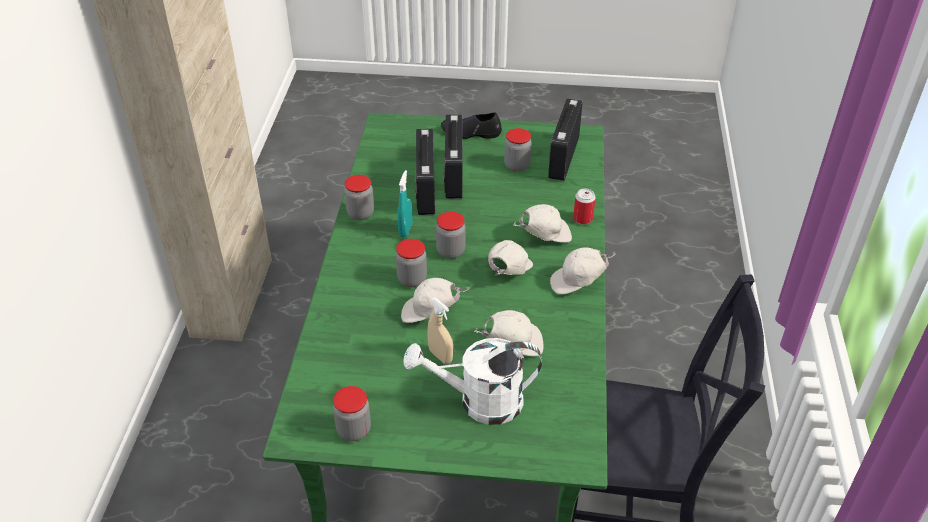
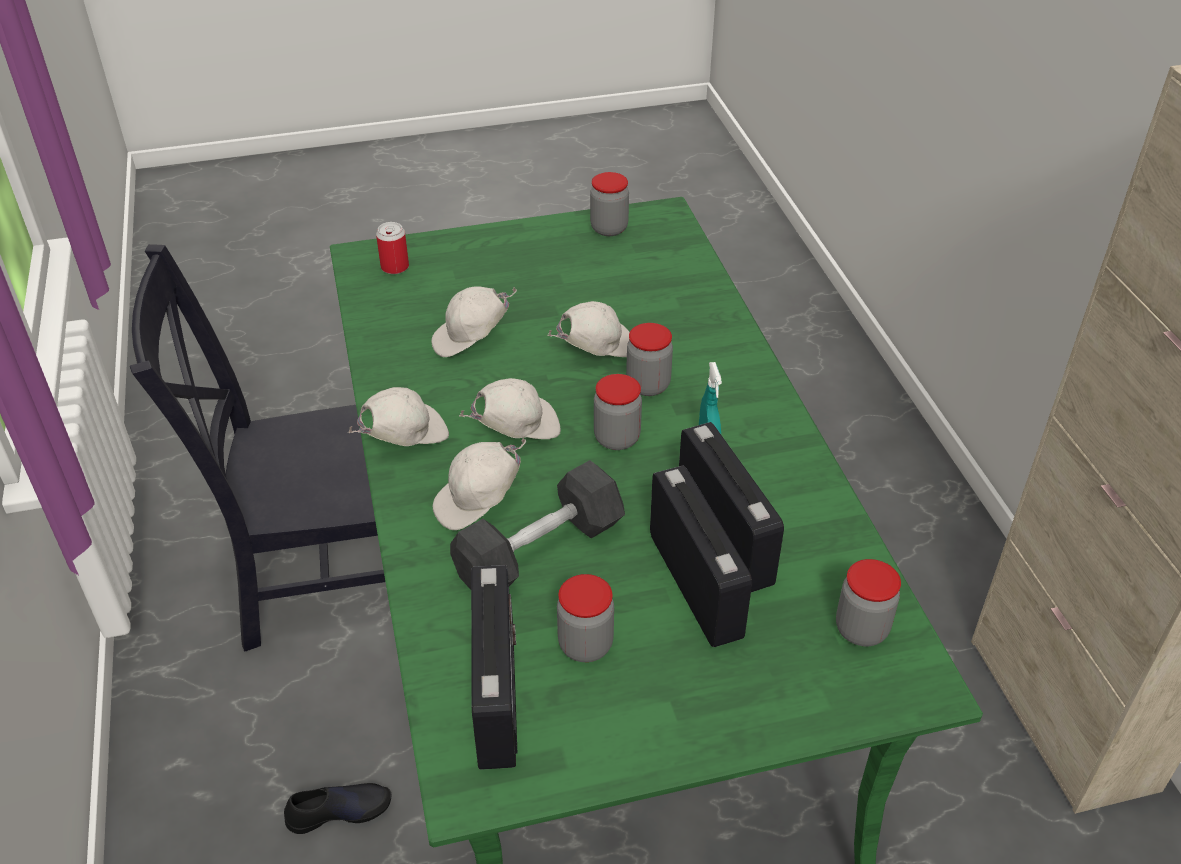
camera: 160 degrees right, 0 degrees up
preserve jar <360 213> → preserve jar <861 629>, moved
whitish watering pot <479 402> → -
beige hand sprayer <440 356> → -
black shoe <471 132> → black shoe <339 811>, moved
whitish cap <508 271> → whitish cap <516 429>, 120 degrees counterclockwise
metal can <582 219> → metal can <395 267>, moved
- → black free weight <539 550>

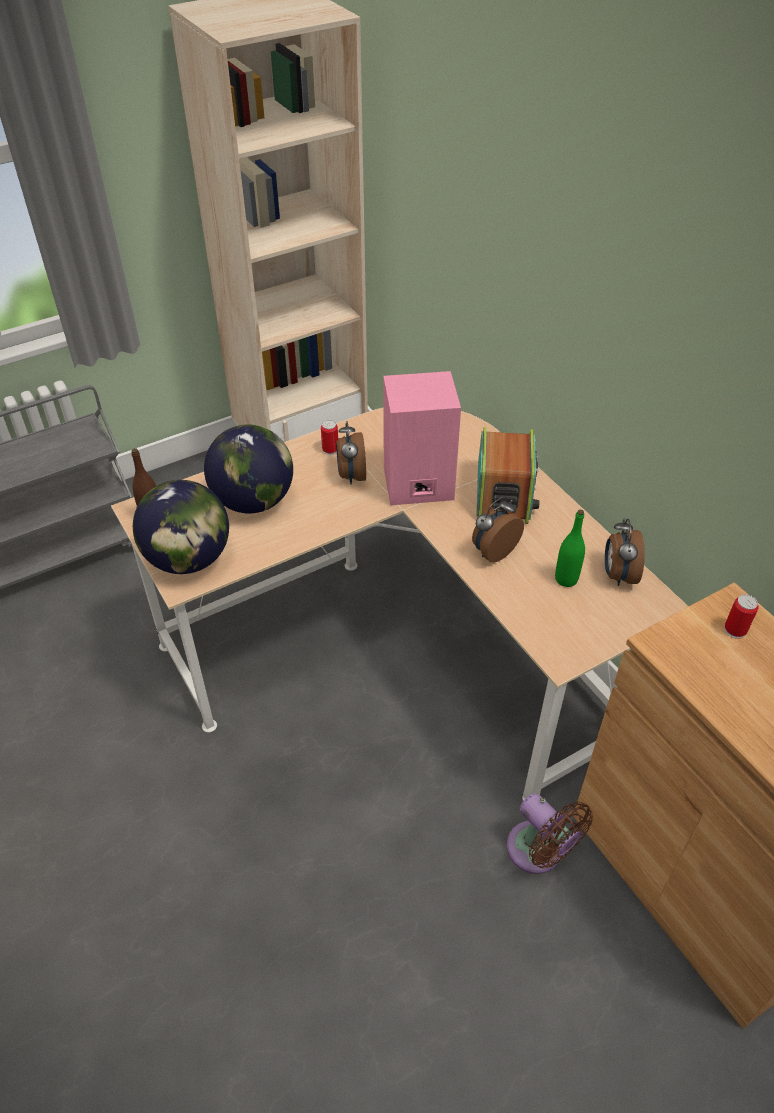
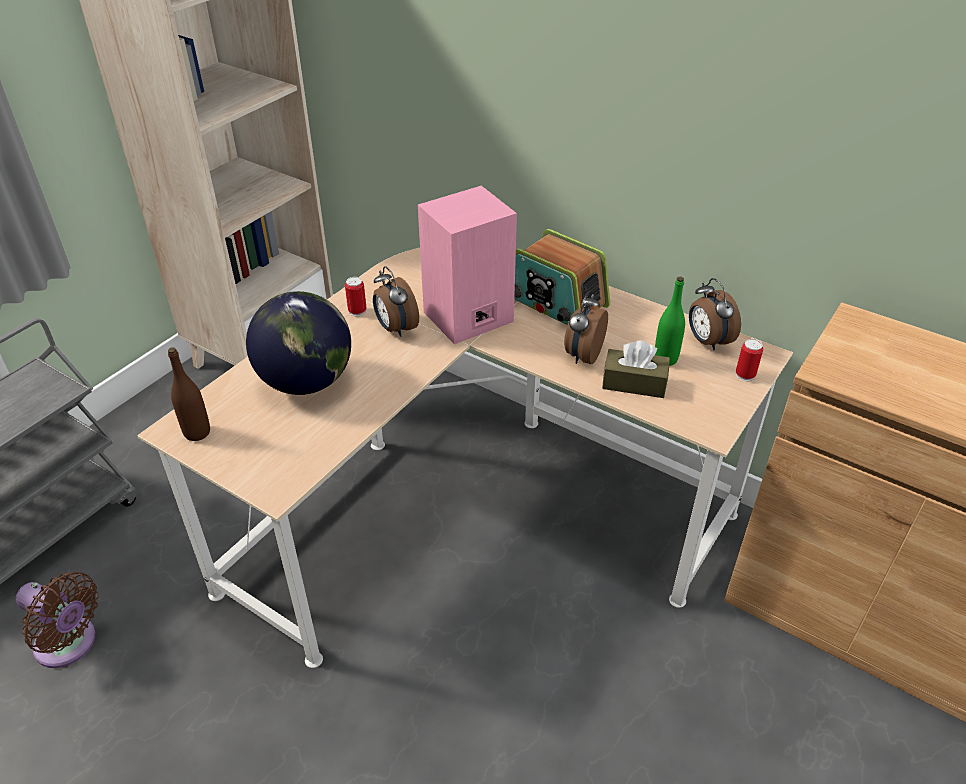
camera: 25 degrees left, 5 degrees down
globe <189 559> → -
radio set <504 492> → radio set <555 301>, 150 degrees clockwise
brown-coloured electric fan <539 852> → brown-coloured electric fan <70 645>, moved
metal can <735 630> → metal can <745 375>, moved
- → brown-coloured box of tissues <634 383>

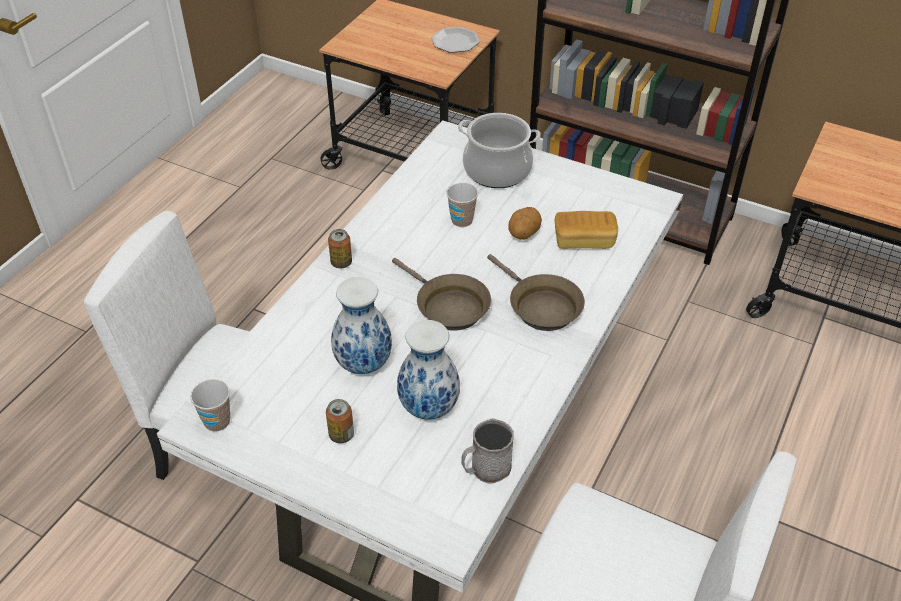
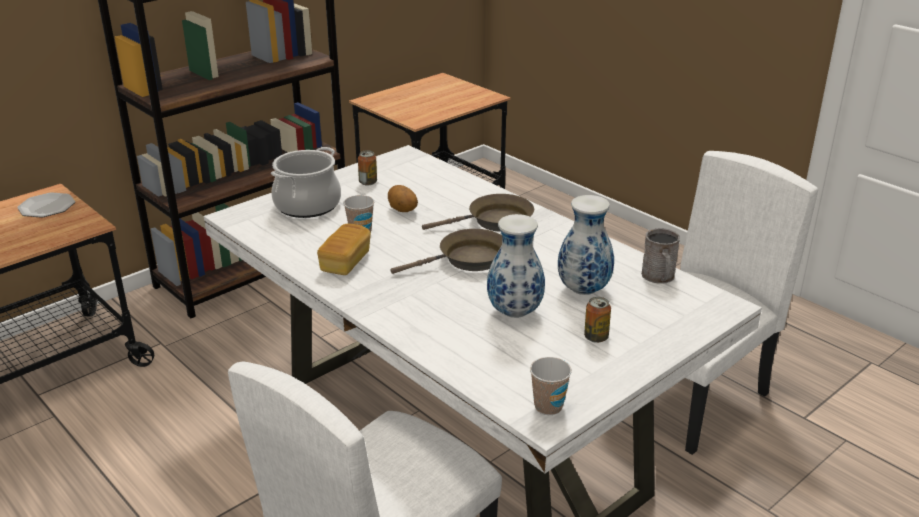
camera: 70 degrees left, 15 degrees down
metal can <341 263> → metal can <368 182>, moved
bakery bread <584 241> → bakery bread <345 262>, moved

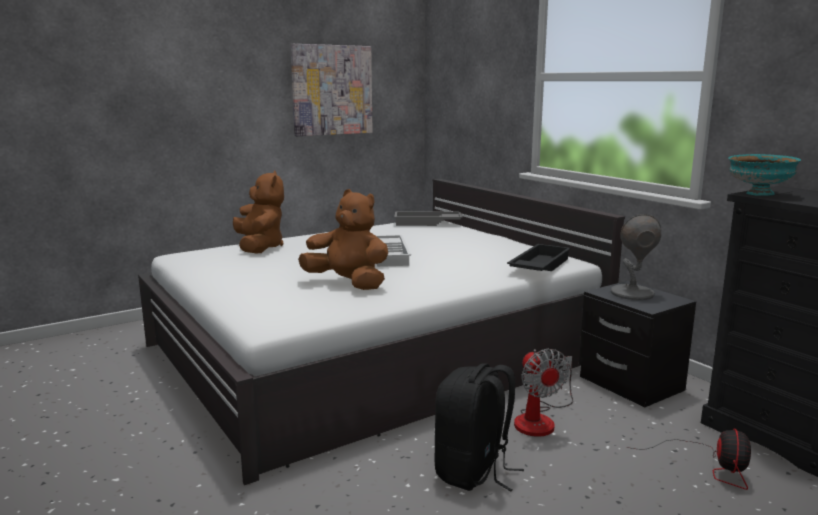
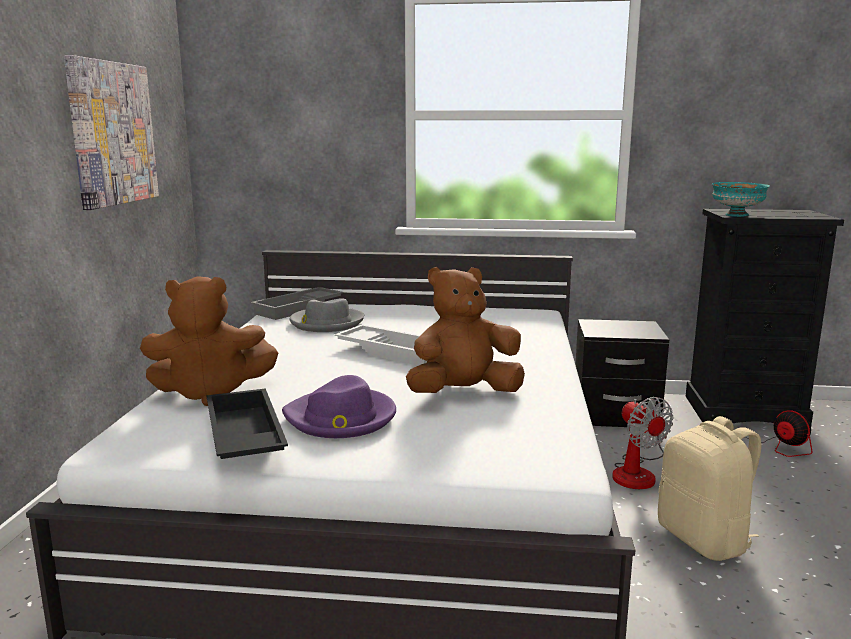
camera: 50 degrees left, 0 degrees up
brown-coloured soft toy <260 247> → brown-coloured soft toy <210 392>, 150 degrees clockwise
black rucksack <473 472> → beige rucksack <704 540>
black serving tray <538 266> → black serving tray <242 436>, moved
electric fan <540 419> → electric fan <637 472>, 45 degrees clockwise
gray lamp for a table <632 293> → -
- → purplish clothing hat <341 418>
- → gray clothing hat <326 323>

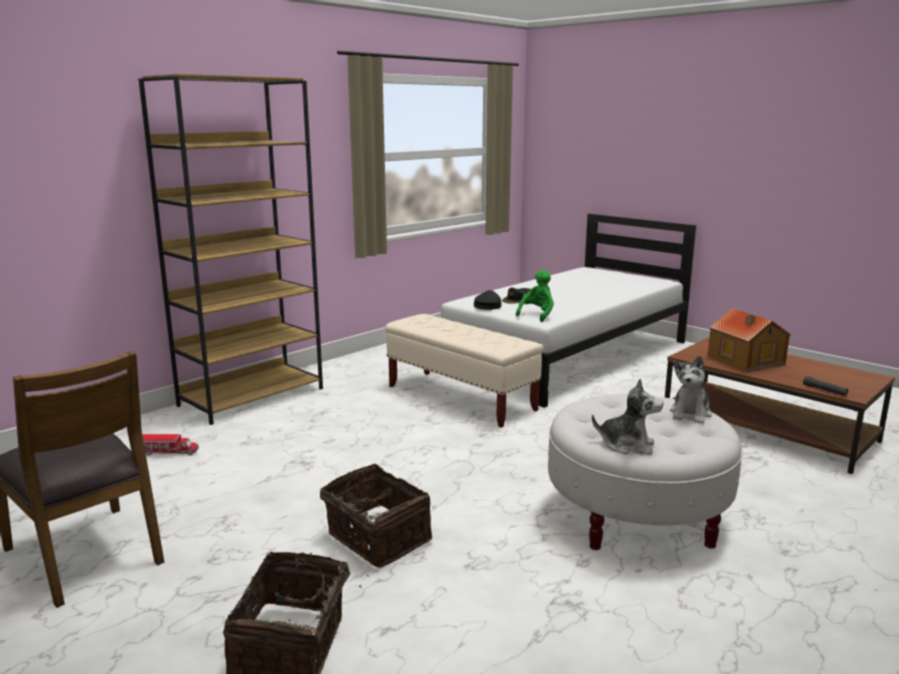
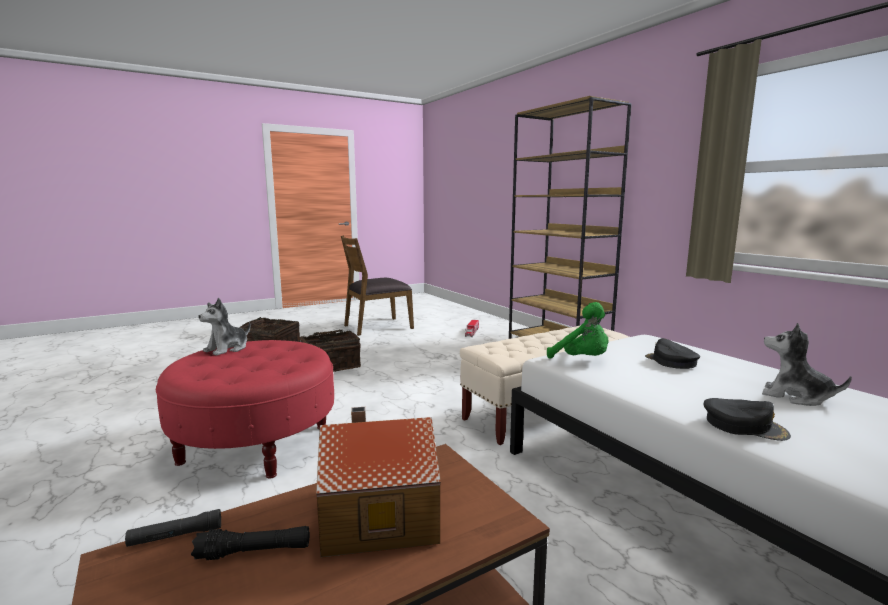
camera: 105 degrees right, 5 degrees down
black cap <487 306> → black cap <744 426>, moved
whitish pouffe <636 516> → red pouffe <255 444>
soft toy <690 414> → soft toy <795 396>, moved
- → black torch <254 552>

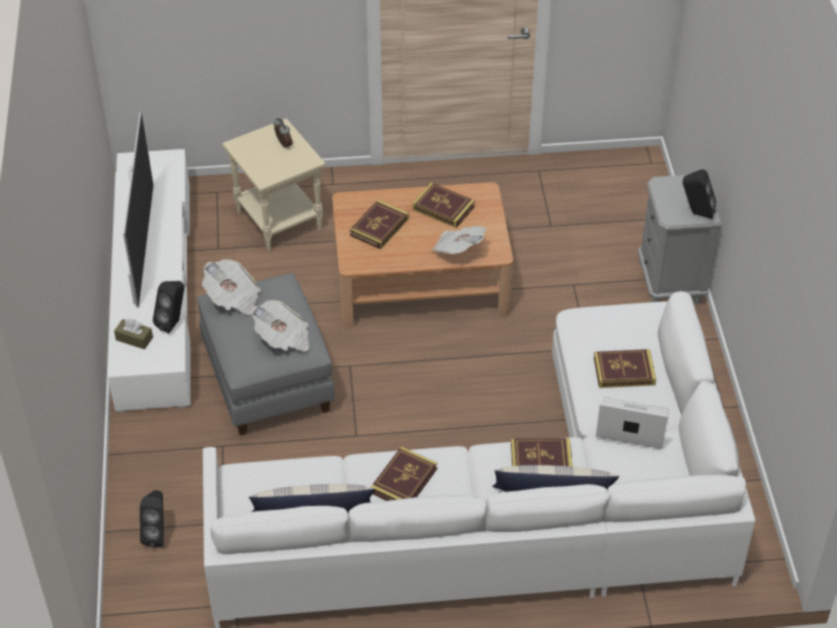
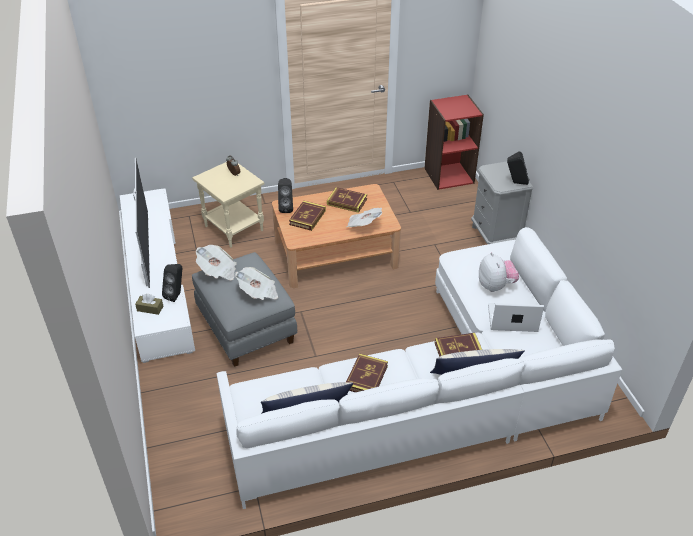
camera: 10 degrees left, 5 degrees down
black loudspeaker <157 534> → black loudspeaker <286 208>, moved
book <624 371> → soft toy <495 286>
- → red shelving unit <448 175>

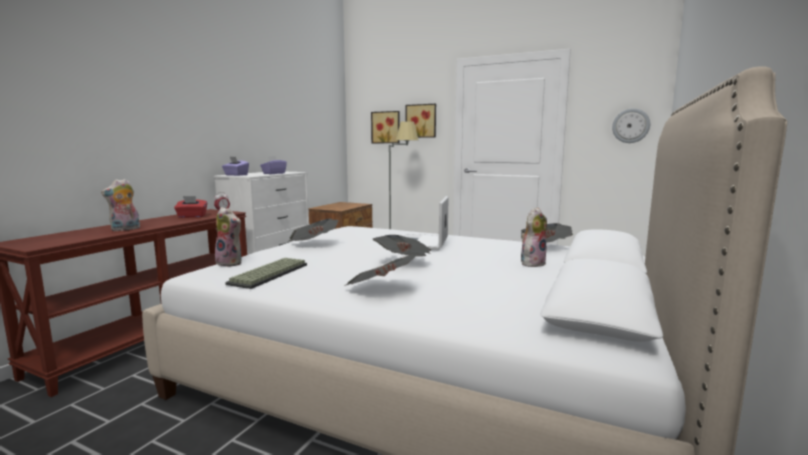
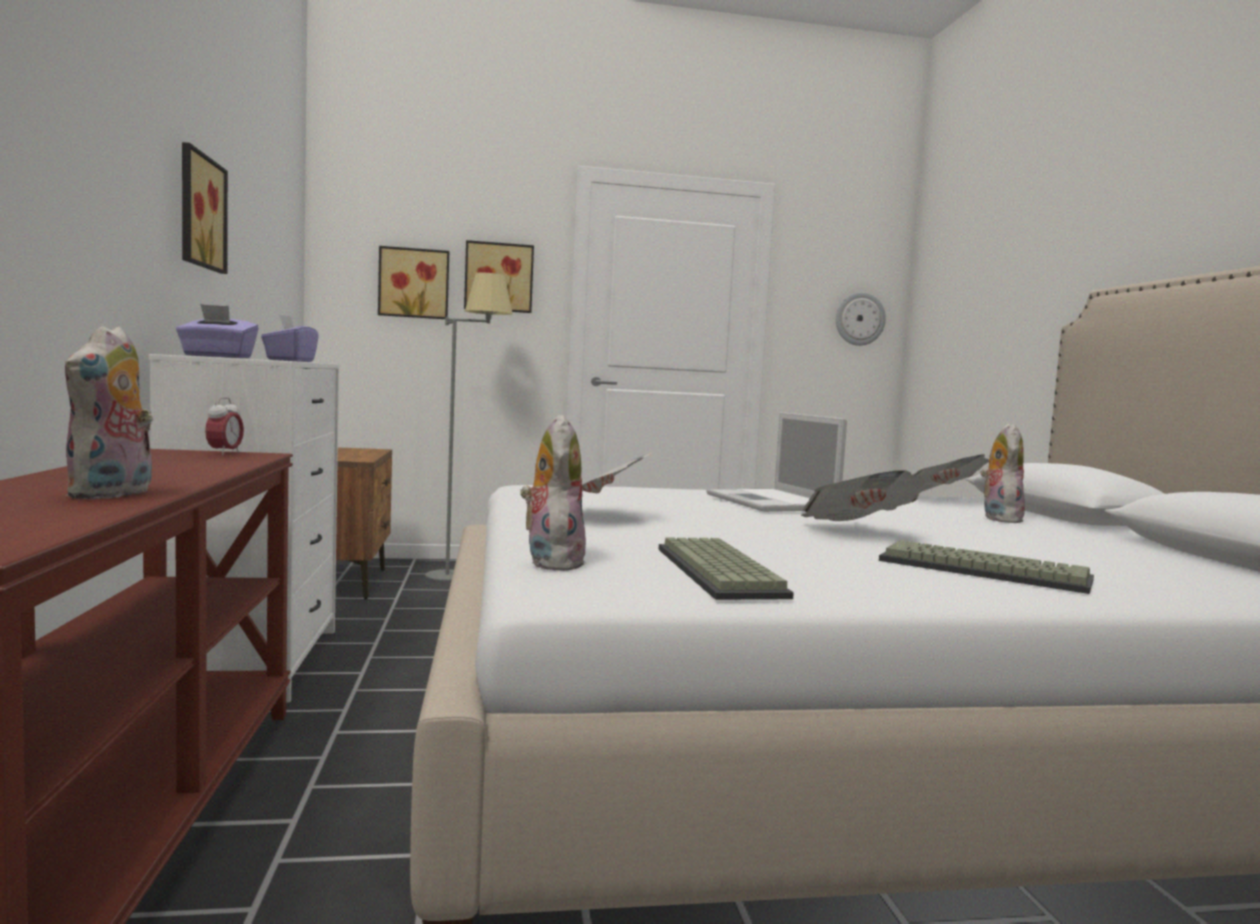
camera: 35 degrees left, 5 degrees down
red box of tissues <192 216> → -
soft toy <231 263> → soft toy <551 562>, 90 degrees counterclockwise
newspaper <381 289> → keyboard <980 570>
- → wall picture <197 212>

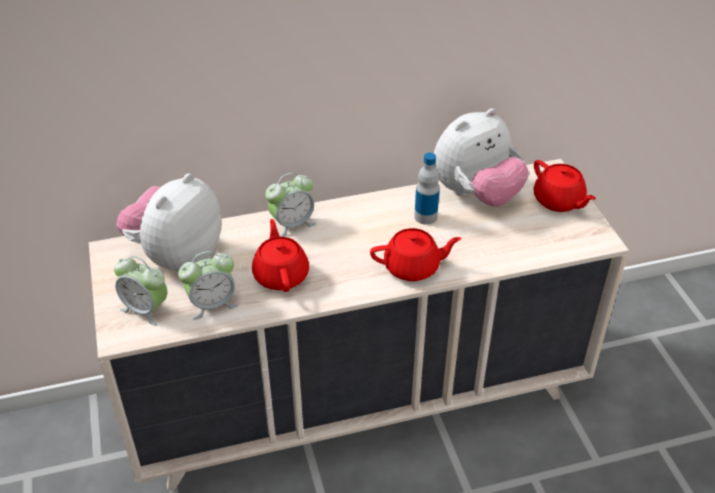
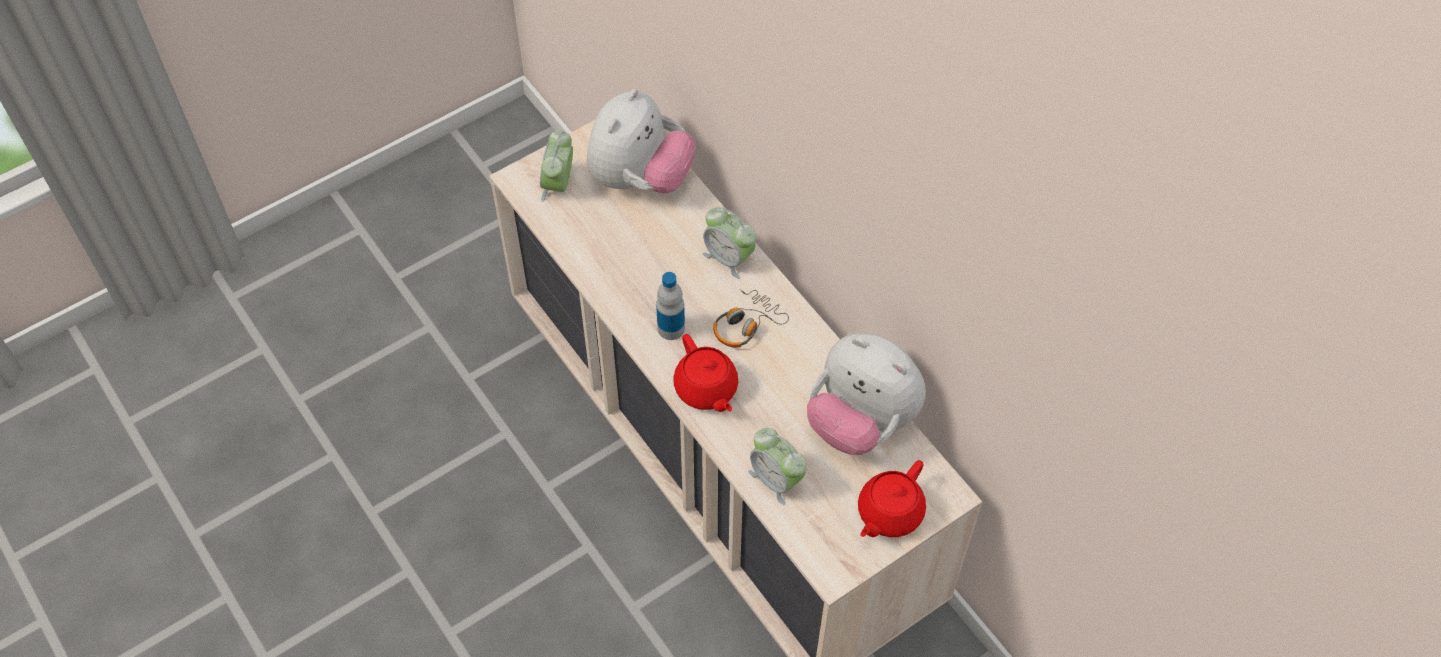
camera: 70 degrees right, 15 degrees up
soft toy <176 255> → soft toy <640 178>, 105 degrees clockwise
bedside clock <212 304> → bedside clock <776 479>, moved
red teapot <281 275> → -
beverage bottle <425 217> → beverage bottle <671 328>, moved
- → headset <746 325>

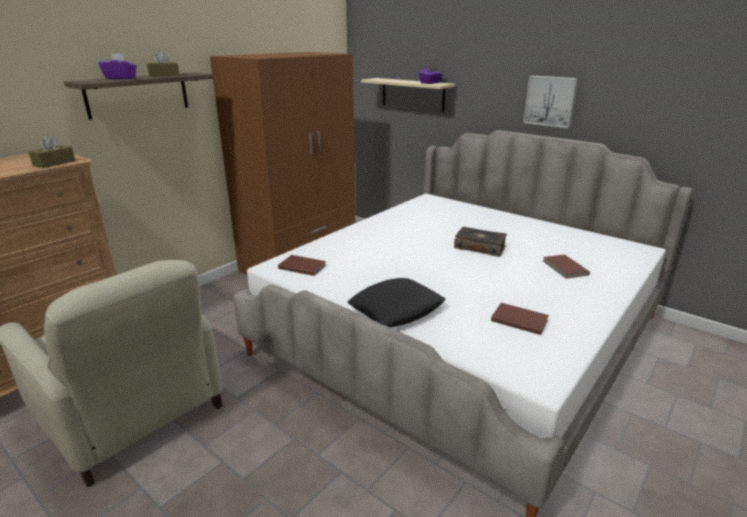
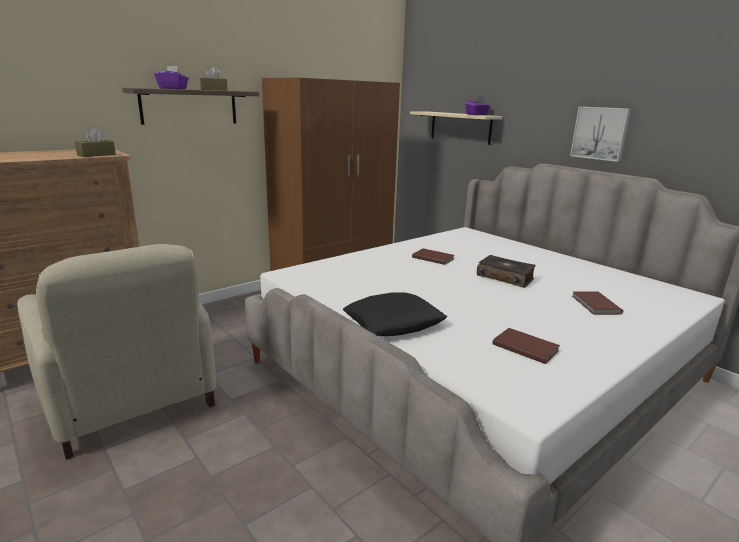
camera: 10 degrees right, 5 degrees down
brown-coloured book <302 266> → brown-coloured book <433 258>, moved

